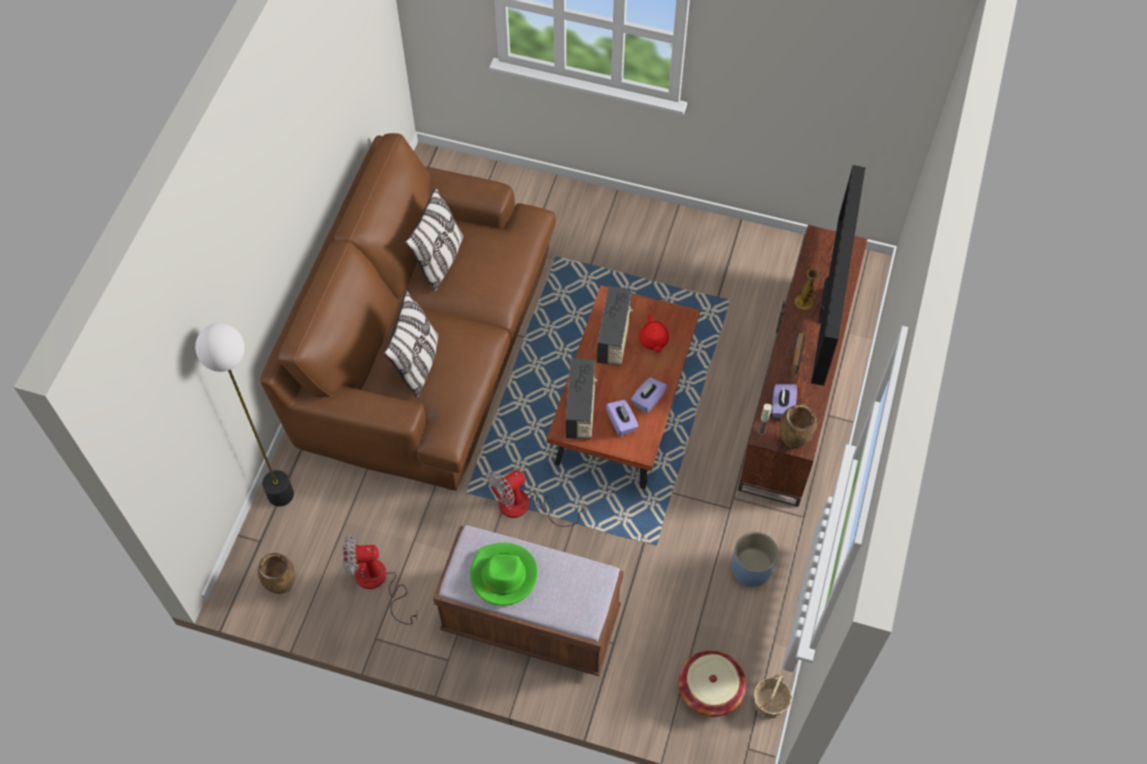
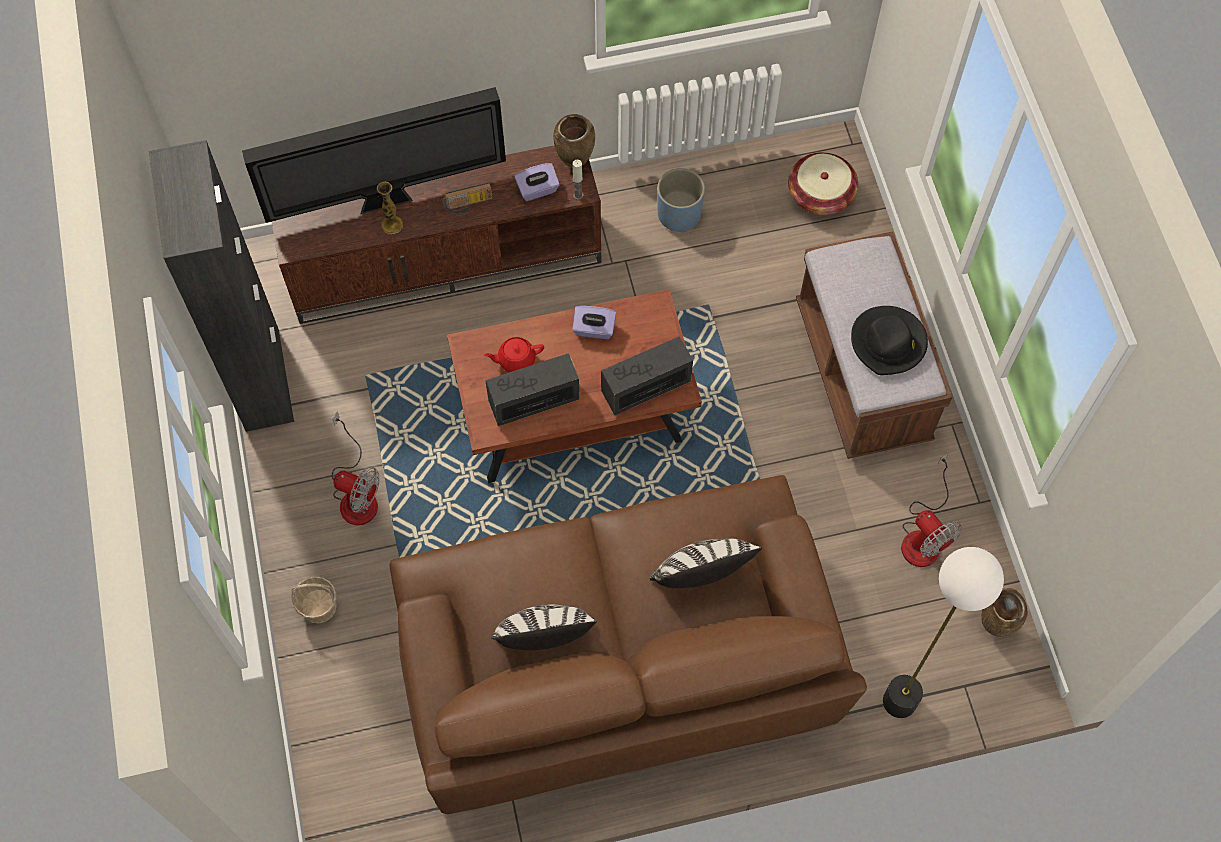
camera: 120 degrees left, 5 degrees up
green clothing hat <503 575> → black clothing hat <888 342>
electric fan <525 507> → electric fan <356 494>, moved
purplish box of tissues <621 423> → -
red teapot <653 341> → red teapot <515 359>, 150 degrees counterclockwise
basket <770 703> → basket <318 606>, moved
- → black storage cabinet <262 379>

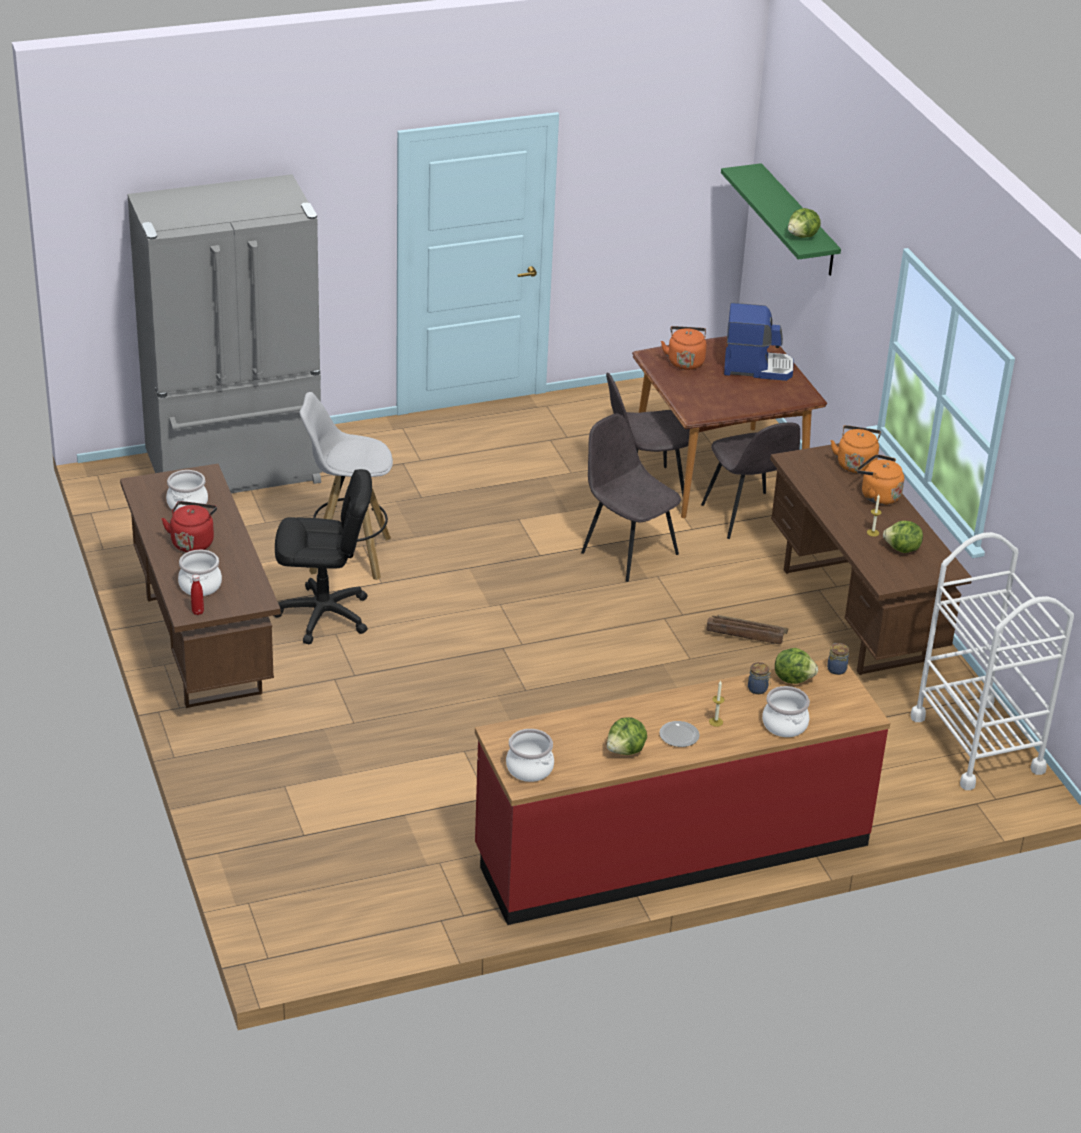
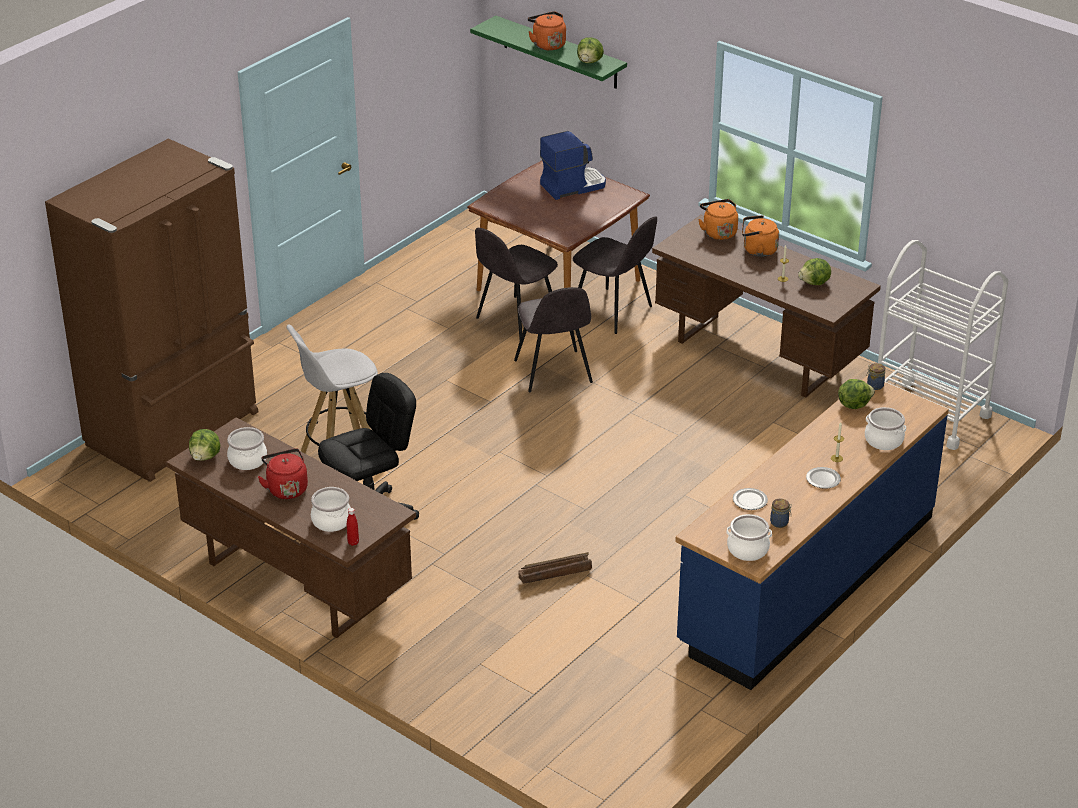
camera: 30 degrees left, 0 degrees up
gray kitchen fridge <235 471> → brown-coloured kitchen fridge <175 430>
red counter <671 849> → bluish counter <806 580>
gray upright chair <628 552> → gray upright chair <553 373>, 120 degrees counterclockwise
lettuce <626 750> → lettuce <205 457>, moved
orange water kettle <685 361> → orange water kettle <547 44>, moved
crate <745 635> → crate <554 573>, moved
preserve jar <758 689> → preserve jar <780 522>, moved
- → flat dish <750 500>

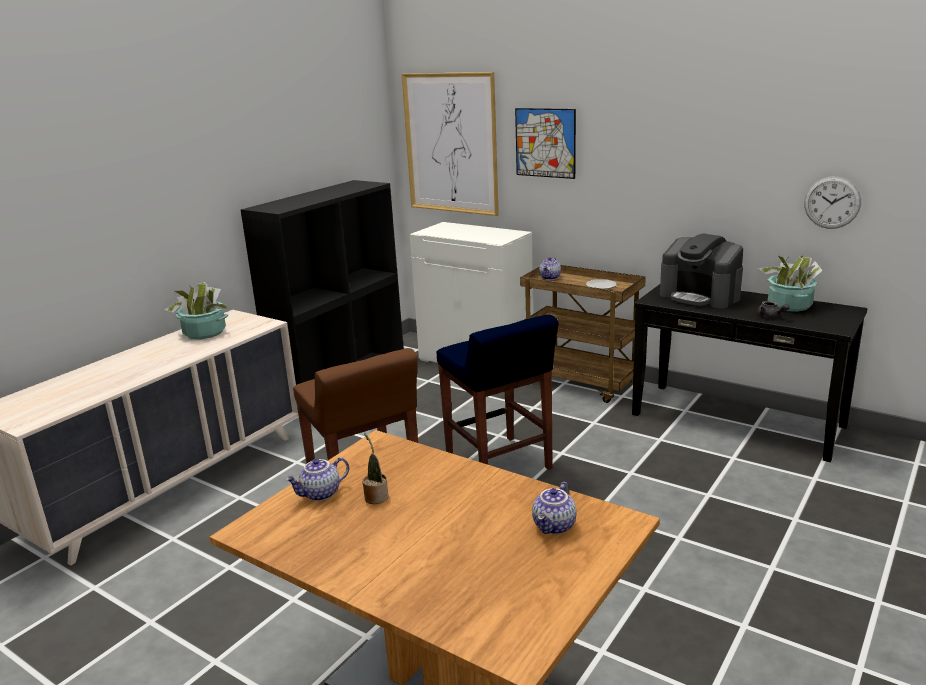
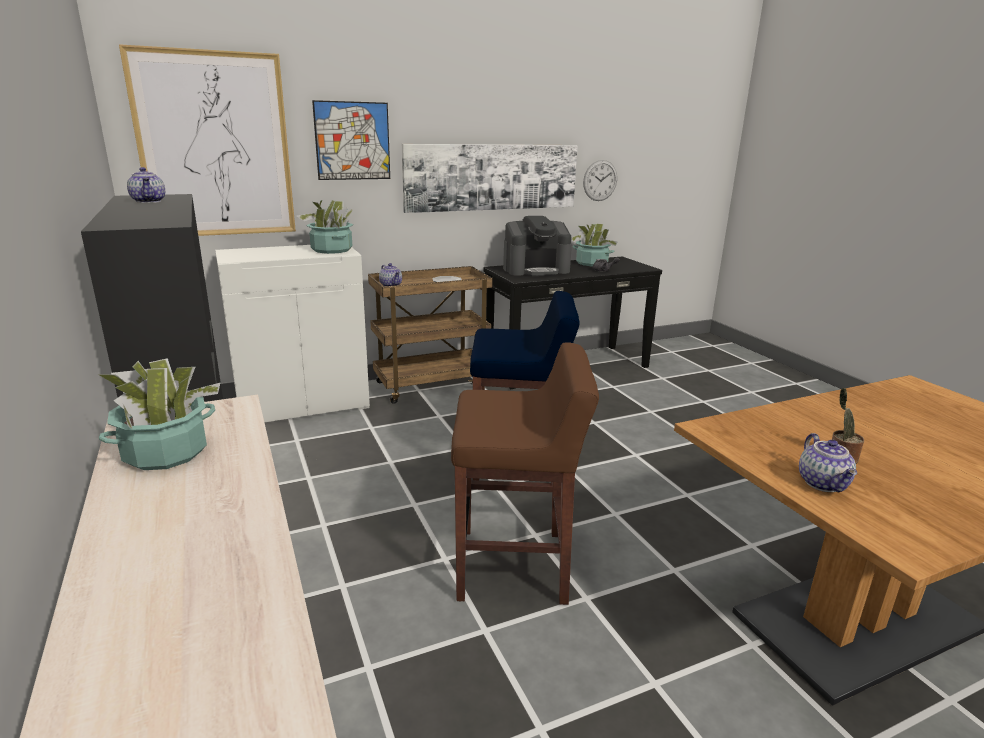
camera: 60 degrees left, 0 degrees up
teapot <555 526> → teapot <149 201>, moved
- → plant in a pot <332 250>
- → wall picture <492 177>

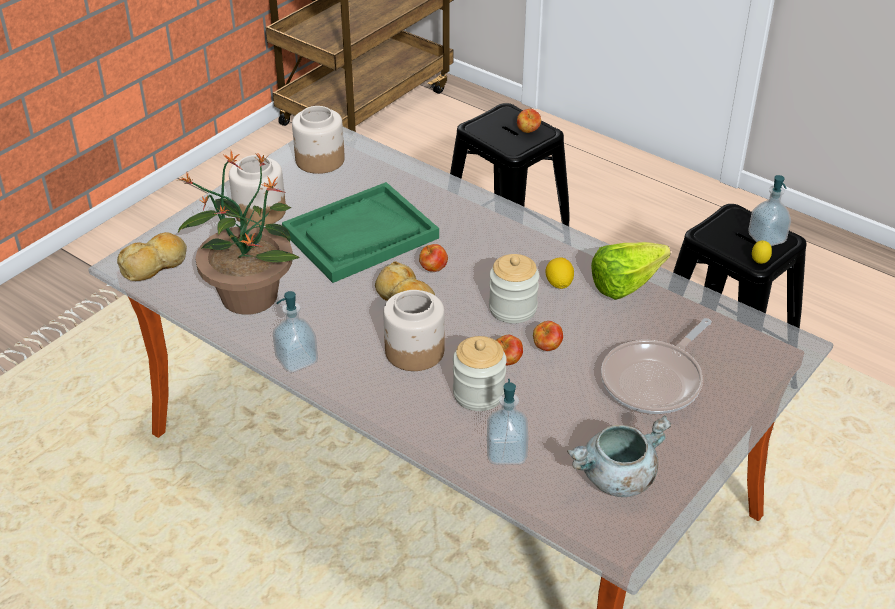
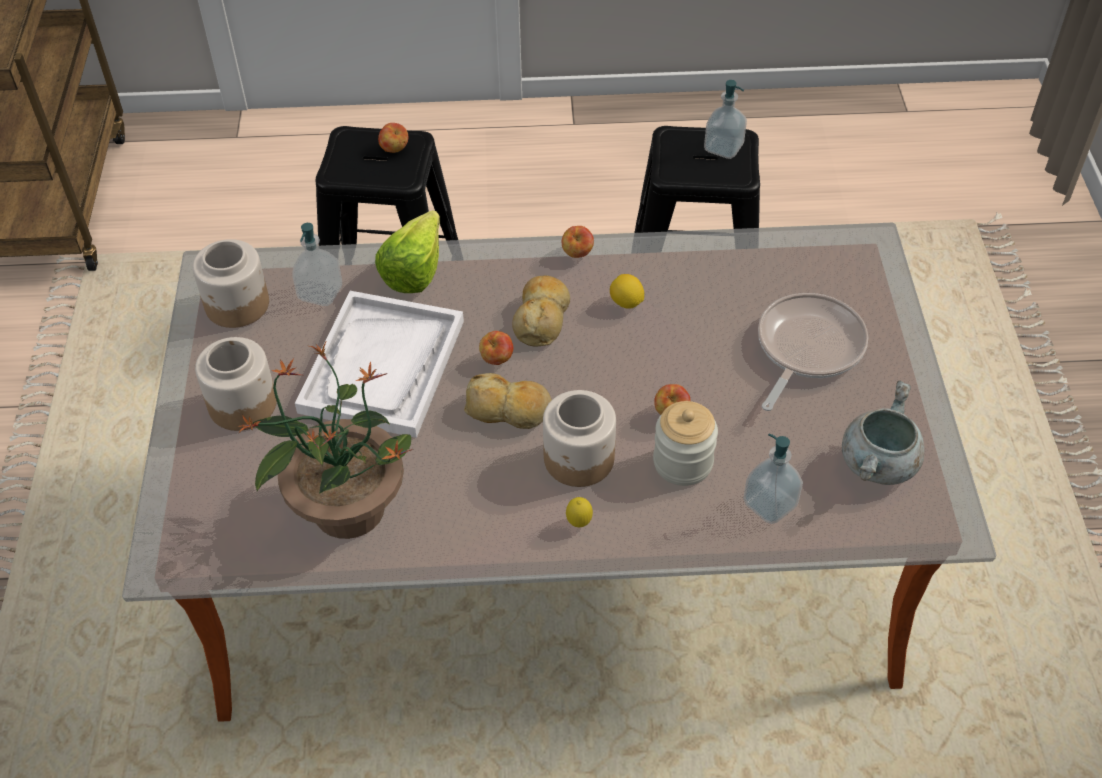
camera: 40 degrees left, 10 degrees up
bakery bread <155 265> → bakery bread <542 318>, moved
soap dispenser <297 360> → soap dispenser <320 293>, moved
green serving tray <360 235> → whitish serving tray <383 367>
preserve jar <512 308> → -
apple <547 348> → apple <577 253>, moved
lettuce <632 284> → lettuce <419 267>, moved
skillet <655 380> → skillet <806 348>, 150 degrees counterclockwise
lemon <759 263> → lemon <579 523>, moved

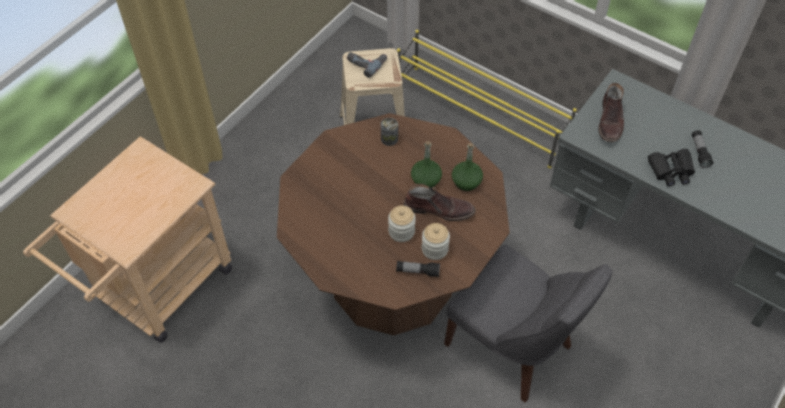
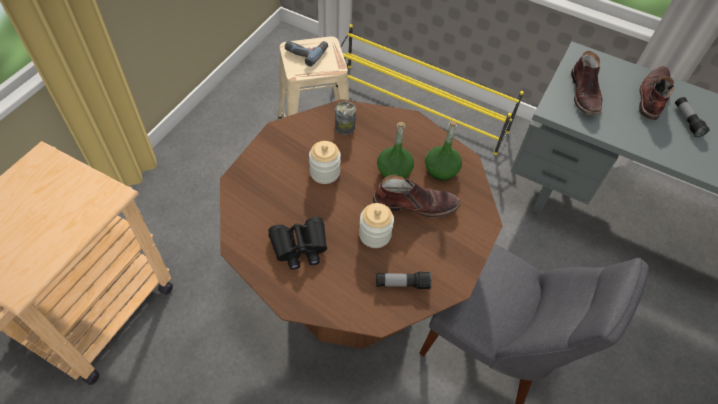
camera: 10 degrees left, 0 degrees up
preserve jar <435 249> → preserve jar <325 172>, moved
black field glasses <671 171> → black field glasses <299 247>, moved
- → brown-coloured boot <651 96>

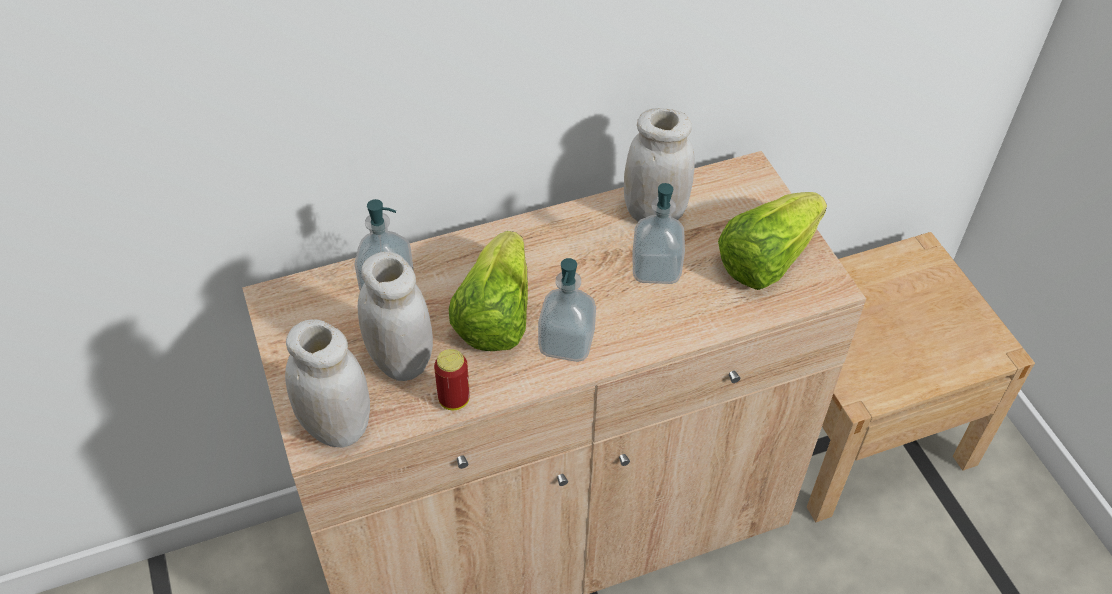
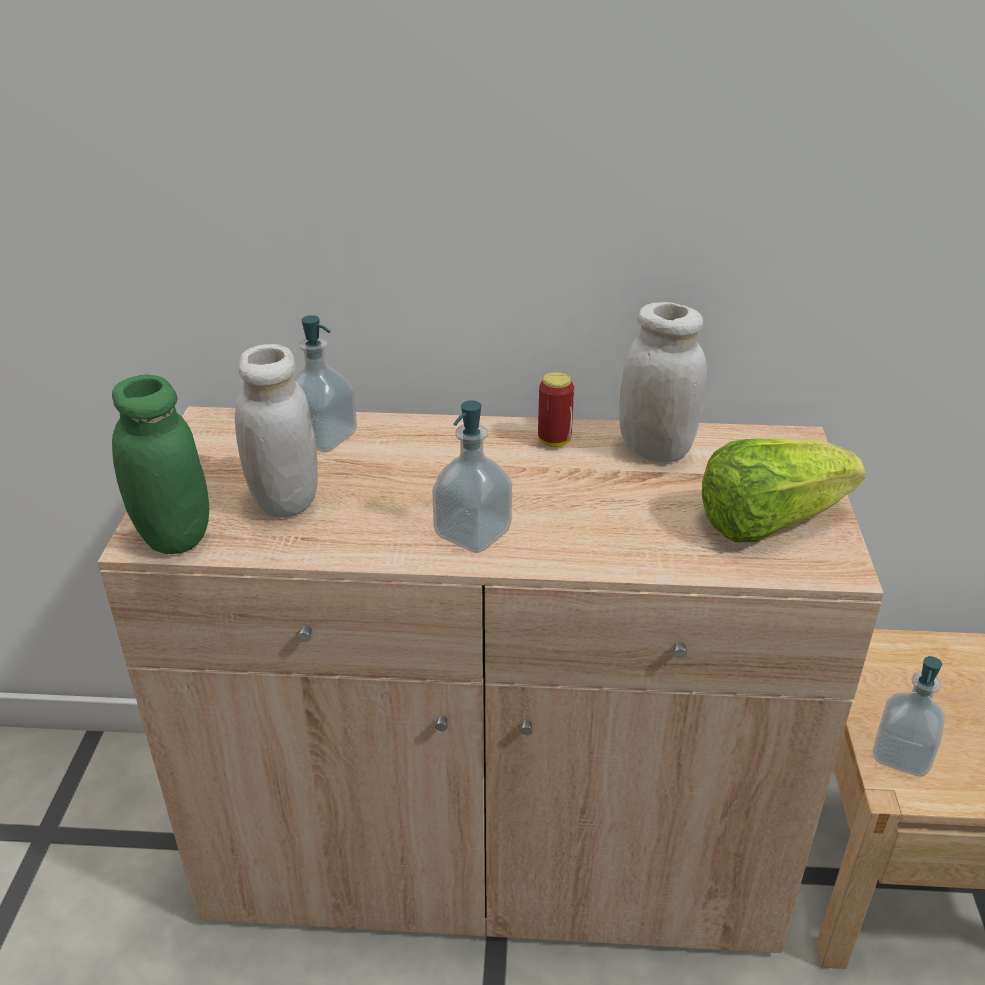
camera: 25 degrees right, 15 degrees down
whitish preserve jar <336 427> → green preserve jar <174 536>
metal can <454 400> → metal can <554 441>, moved
lettuce <495 315> → -
soap dispenser <656 269> → soap dispenser <901 755>, moved

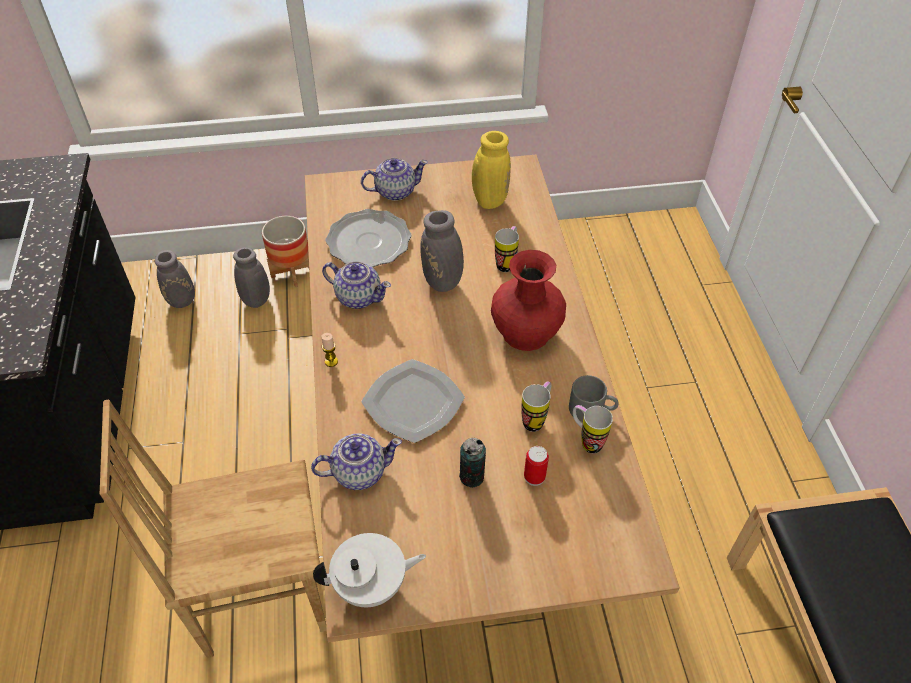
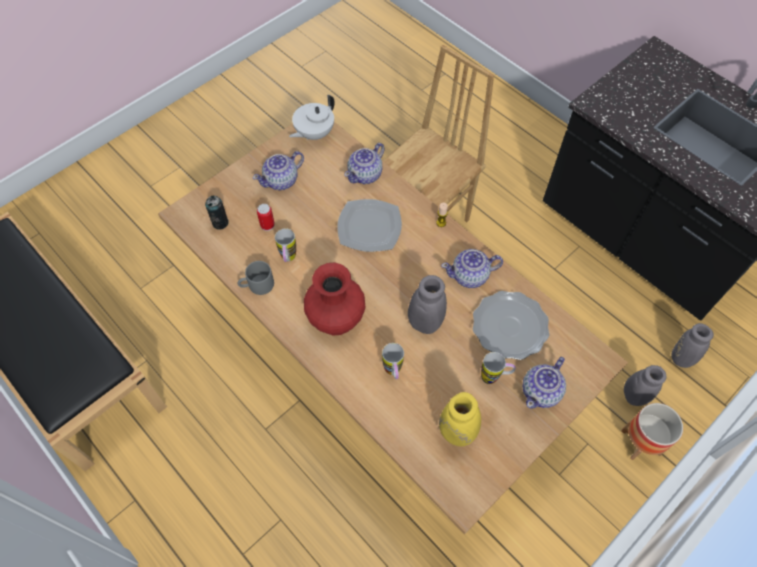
camera: 145 degrees right, 10 degrees up
metal can <472 477> → metal can <220 223>, moved
tea mug <586 441> → tea mug <494 377>, moved
- → teapot <281 181>

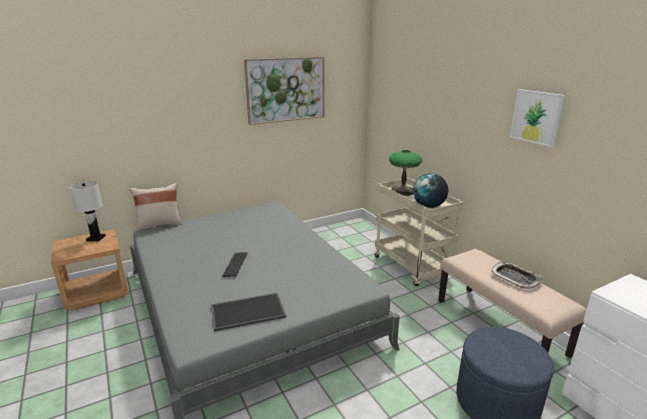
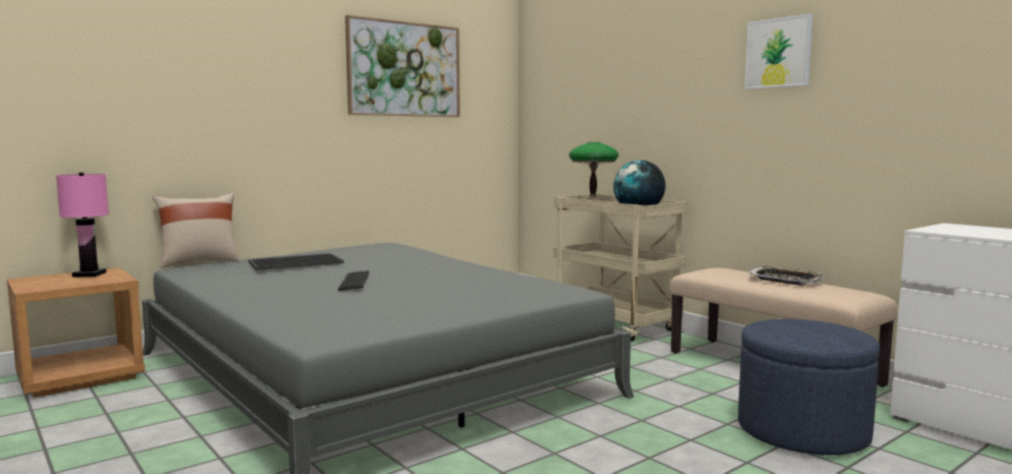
camera: 10 degrees left, 15 degrees down
whitish lamp for a table <96 238> → pink-coloured lamp for a table <90 274>
serving tray <248 311> → serving tray <296 262>, moved

